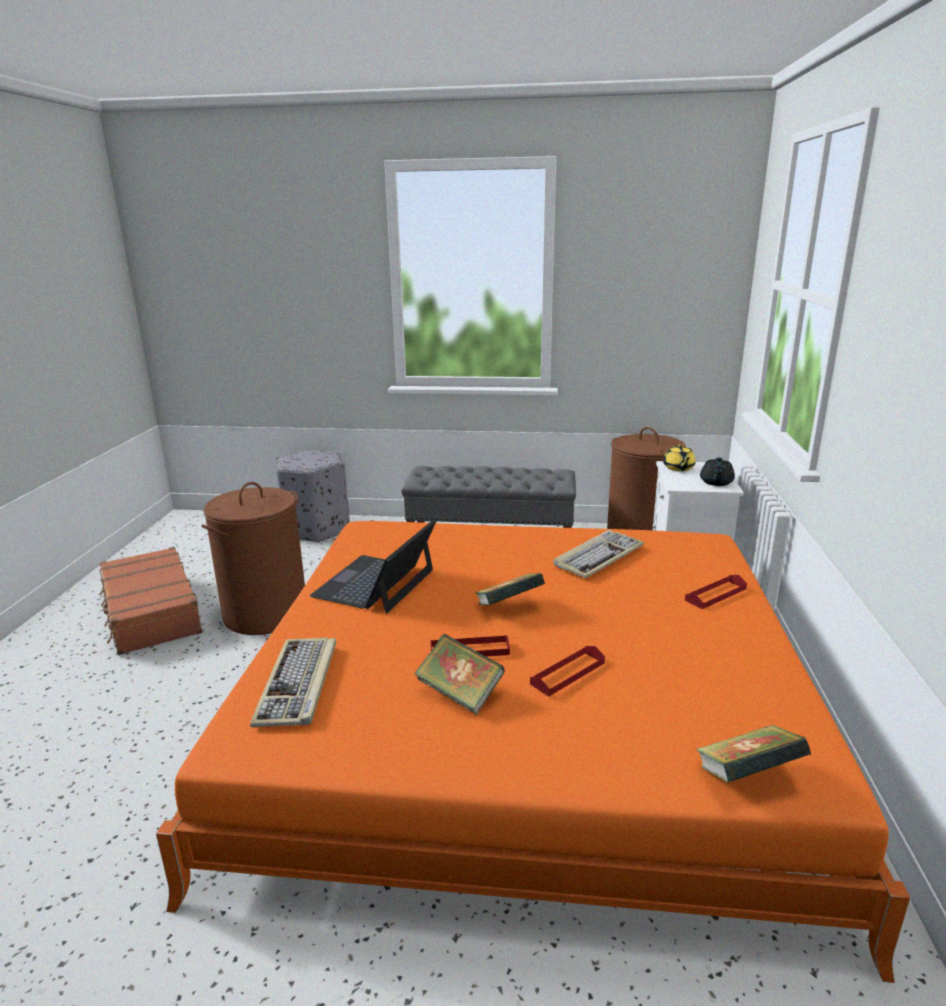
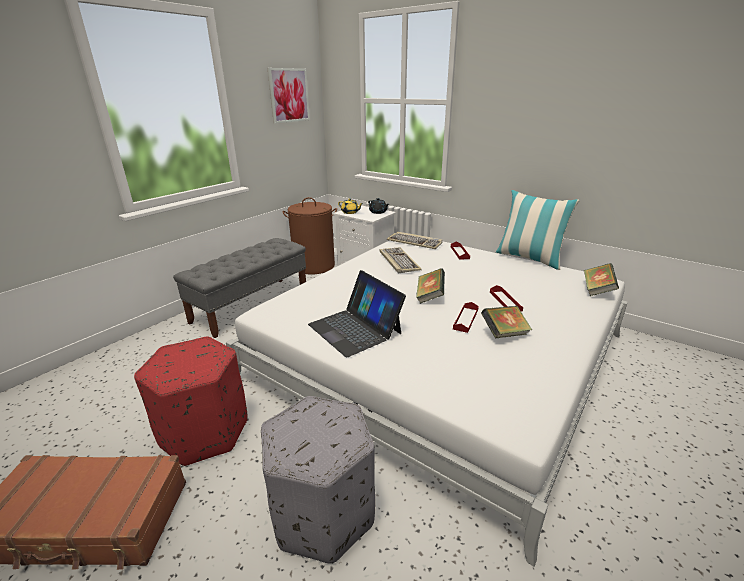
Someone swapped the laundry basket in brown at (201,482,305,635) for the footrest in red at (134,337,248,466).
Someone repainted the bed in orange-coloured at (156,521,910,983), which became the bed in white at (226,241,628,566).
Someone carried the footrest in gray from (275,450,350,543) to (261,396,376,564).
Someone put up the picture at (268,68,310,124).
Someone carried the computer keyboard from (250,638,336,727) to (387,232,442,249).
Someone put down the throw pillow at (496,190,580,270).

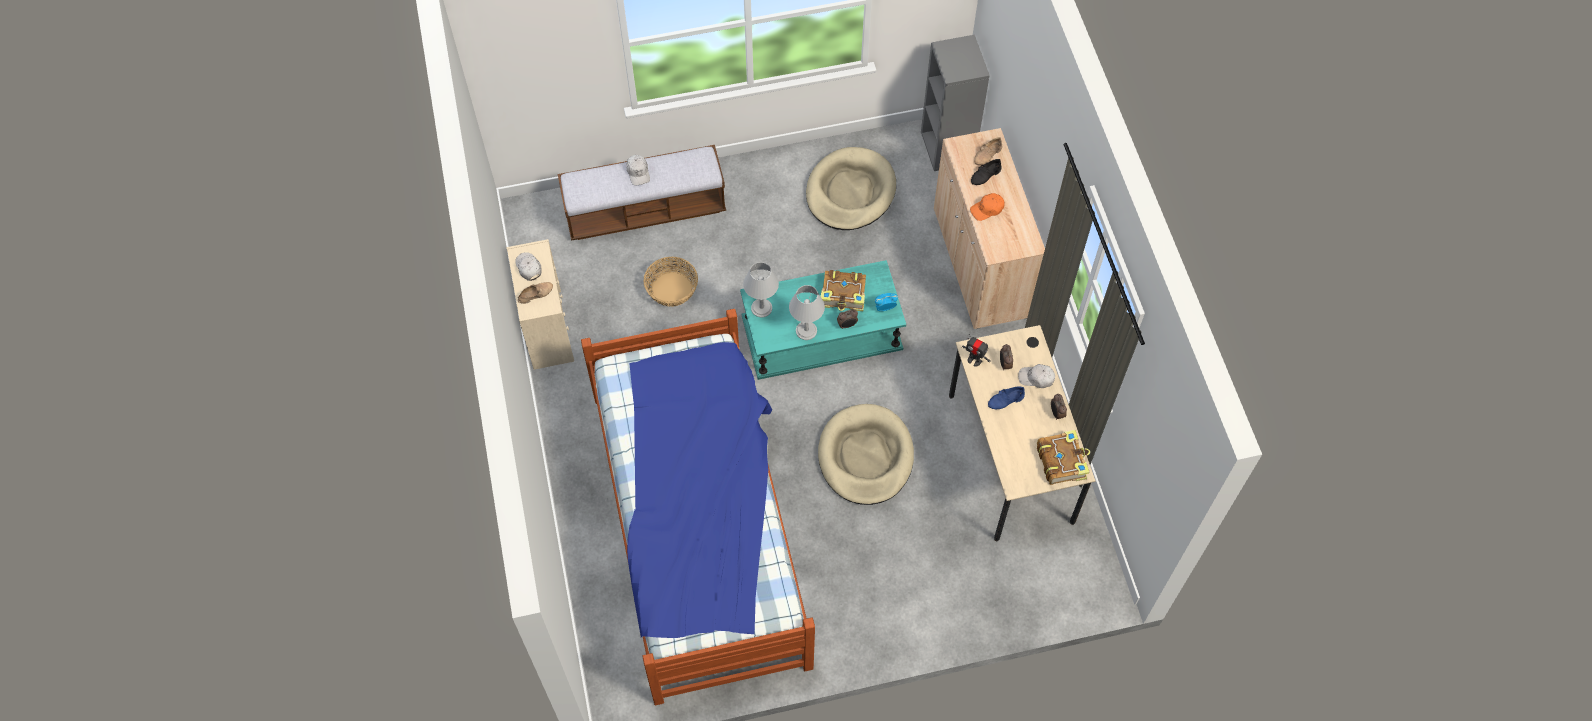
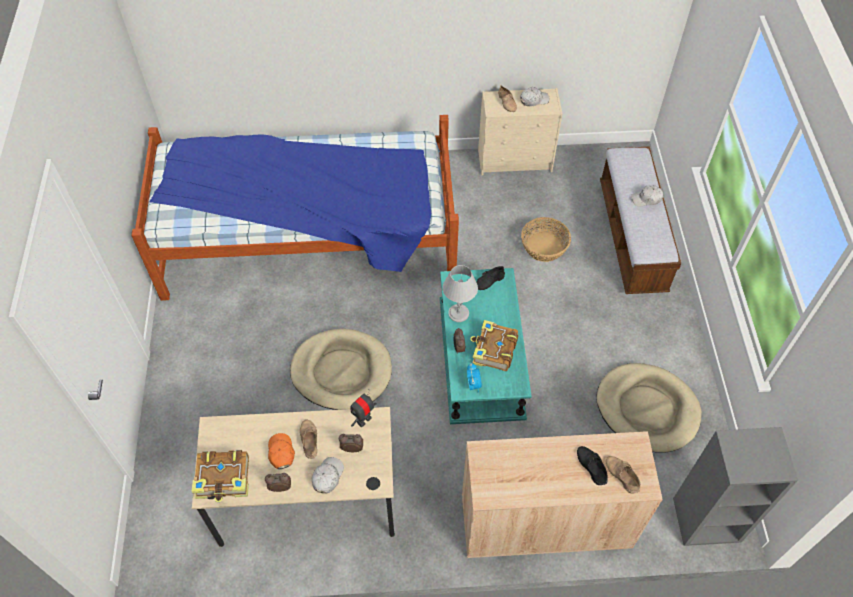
Someone carried the cap in orange-coloured from (970,193,1005,221) to (268,433,295,469).
Someone repainted the shoe in blue-coloured at (988,386,1025,409), which became the shoe in beige at (300,420,317,459).
Someone swapped the lamp for a table in gray at (743,262,779,317) for the shoe in blackish at (476,266,505,290).

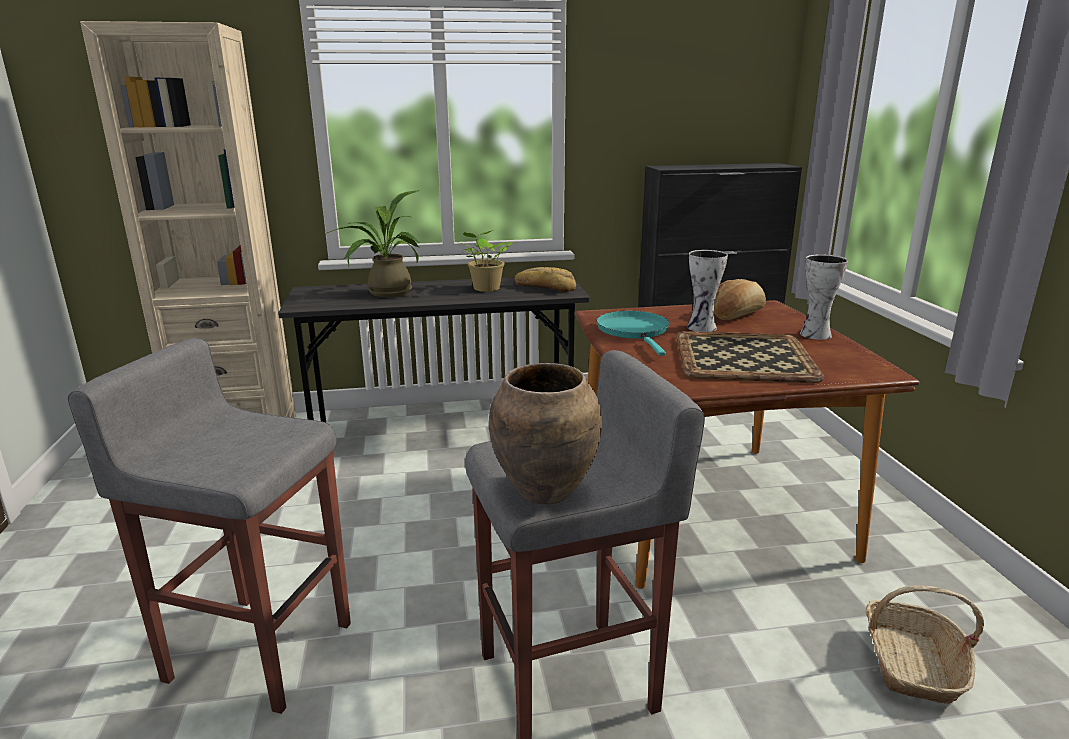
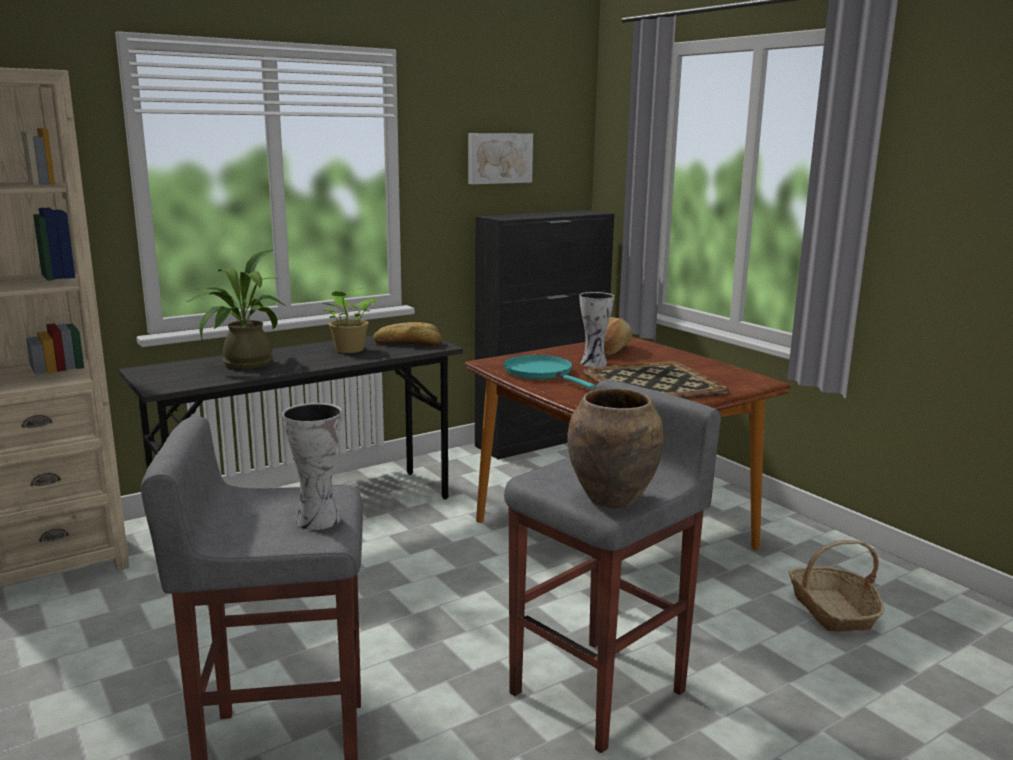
Someone carried the vase from (800,254,848,340) to (282,403,342,530).
Someone put up the picture at (468,133,533,184).

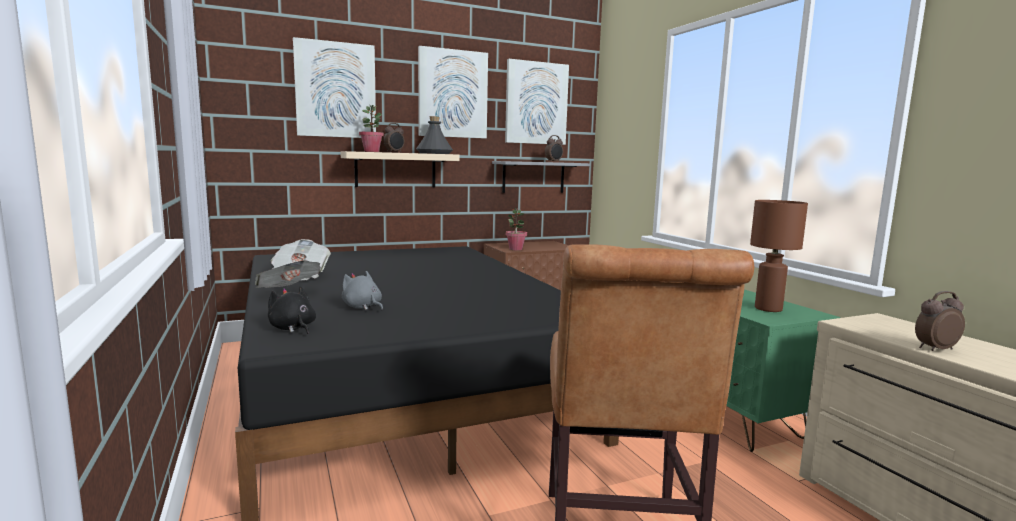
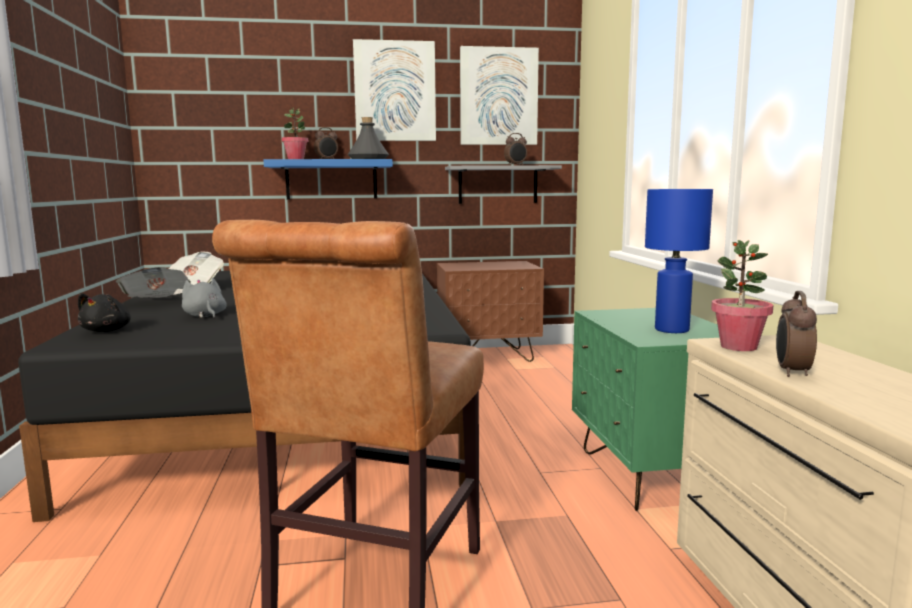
Someone rotated the cuddly toy in blackish at (268,286,316,334) by 150 degrees counterclockwise.
Someone repainted the shelf in beige at (341,151,460,187), which became the shelf in blue-coloured at (264,159,393,200).
Someone repainted the lamp for a table in brown at (750,200,808,312), which became the lamp for a table in blue-coloured at (645,189,713,333).
Someone carried the plant in a pot from (506,208,527,250) to (711,240,773,351).
Someone rotated the alarm clock at (915,291,965,351) by 75 degrees counterclockwise.
Someone took away the picture at (293,37,376,138).

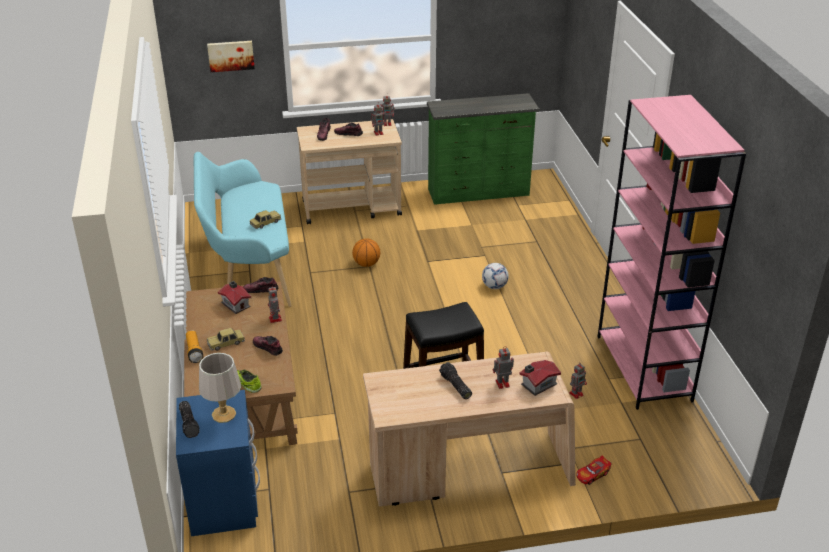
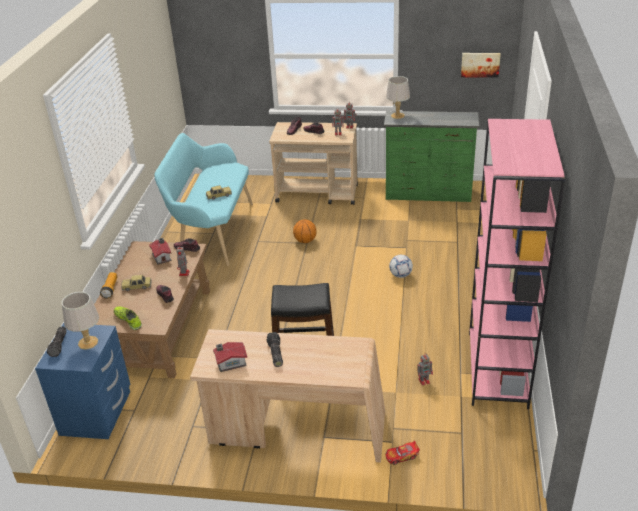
Someone carried the model house from (519,360,561,396) to (213,342,247,372).
Someone put down the lamp for a table in gray at (386,76,410,119).
Someone carried the picture from (207,41,255,72) to (461,53,501,78).
Someone took away the model robot at (493,346,514,389).

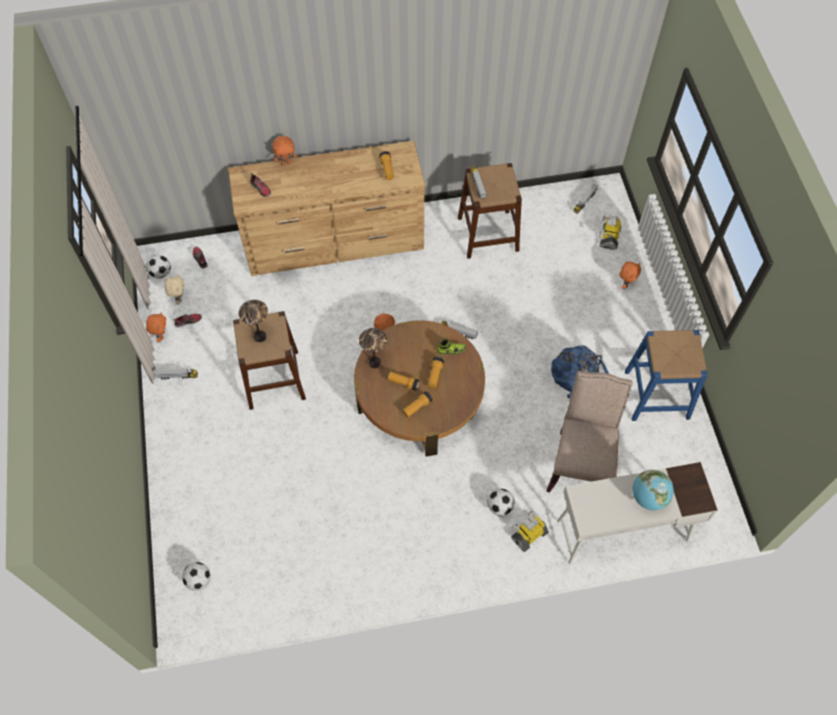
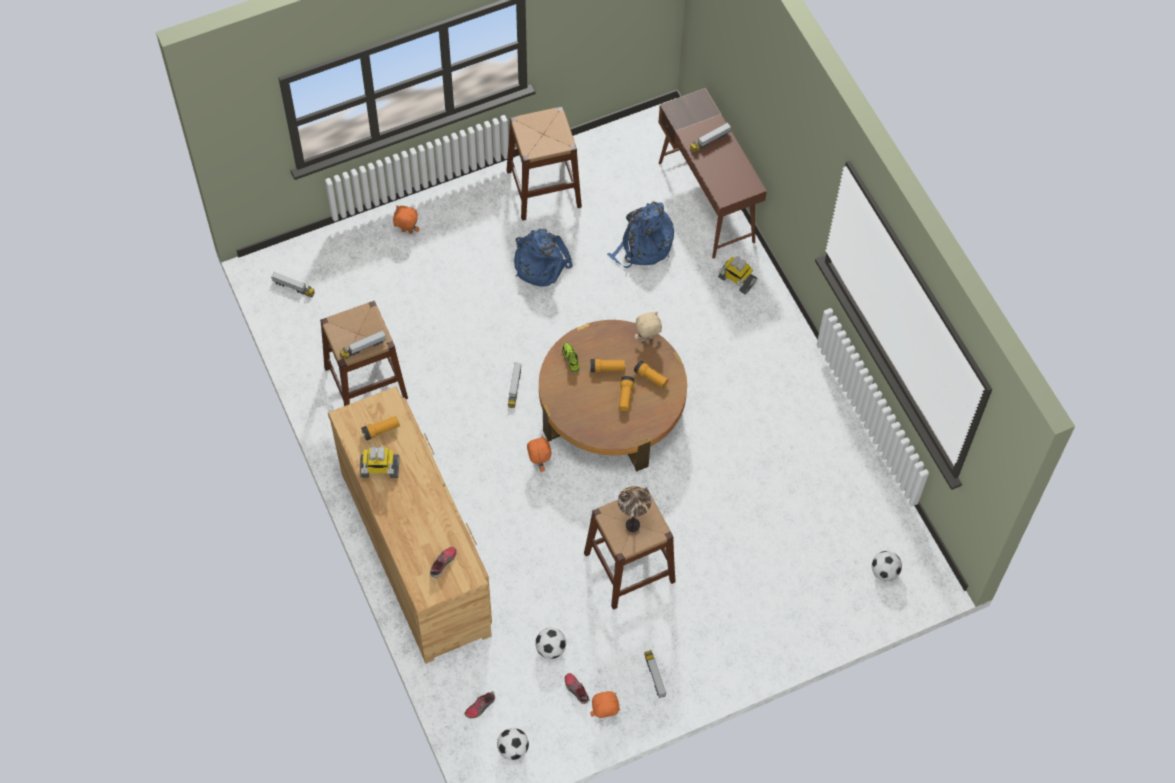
Someone carried the model robot from (599,215,621,250) to (360,447,399,478).
Someone repainted the stool seat in blue-coloured at (625,330,708,421), which became the stool seat in brown at (506,106,582,221).
Someone carried the football ball from (488,489,514,516) to (535,628,566,659).
Someone swapped the chair in beige at (547,371,633,492) for the rucksack in blue-coloured at (607,201,674,268).
Someone carried the cuddly toy in beige from (165,274,184,305) to (635,312,662,341).
Someone repainted the desk table in white at (557,462,718,564), which became the desk table in brown at (659,88,767,259).
Someone swapped the world globe at (632,470,674,510) for the toy lorry at (690,122,731,153).
Someone took away the cuddly toy in orange-coloured at (272,136,297,165).
Someone took away the lamp for a table at (359,328,387,368).

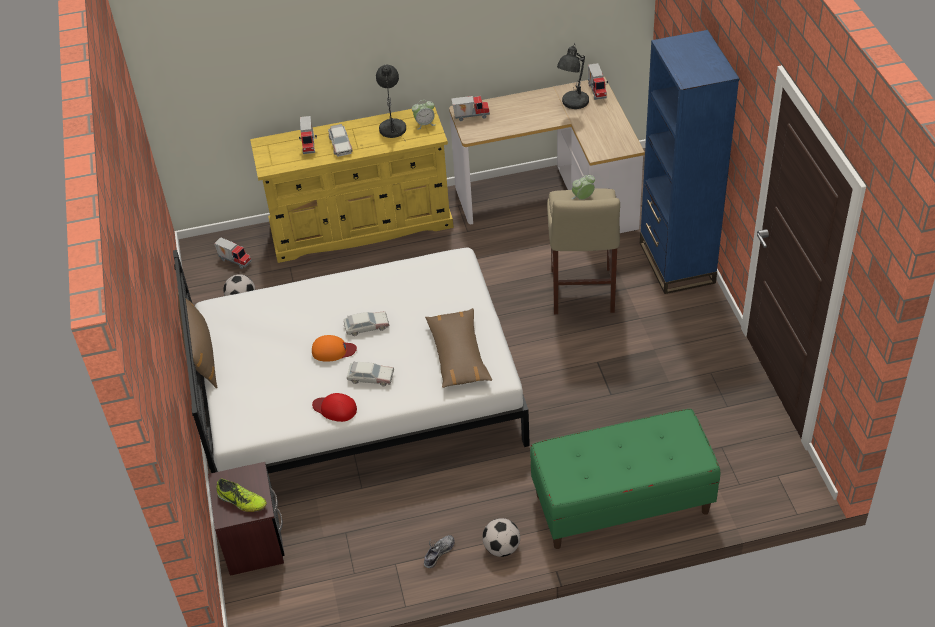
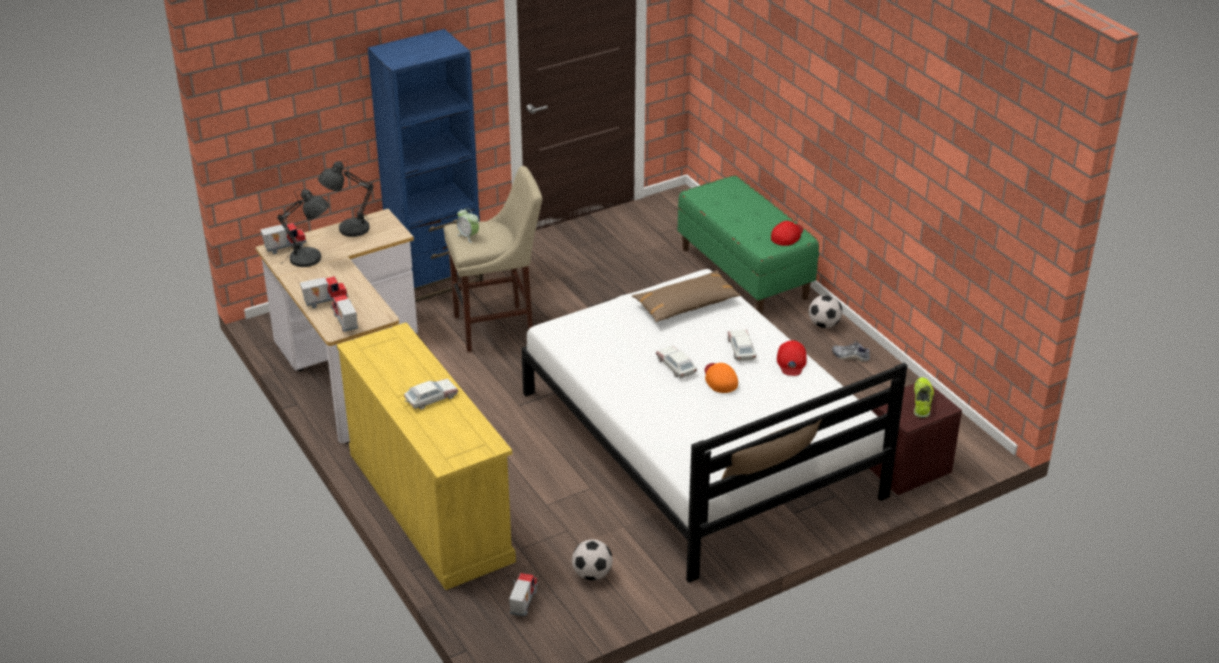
Someone carried the toy lorry from (299,116,317,154) to (300,276,348,309).
Someone carried the lamp for a table in gray from (376,65,406,140) to (318,160,374,237).
Someone put down the cap in red at (771,221,803,246).
Someone took away the alarm clock at (412,100,435,130).

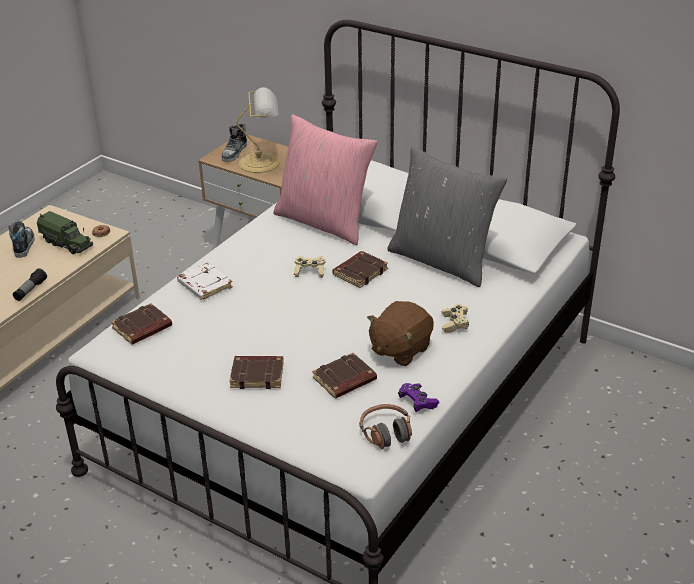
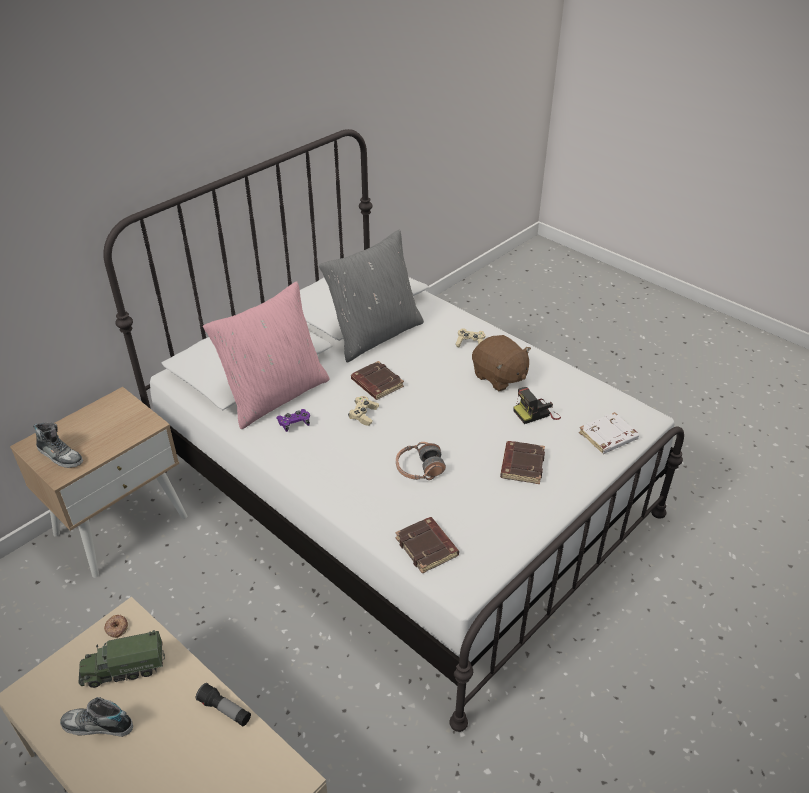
Someone rotated the toy lorry at (37,211,93,254) by 150 degrees counterclockwise.
Someone carried the game controller in purplish from (398,383,439,412) to (276,409,310,432).
Someone carried the headphones from (359,404,412,449) to (396,442,446,480).
Someone swapped the bound book in brown at (312,353,377,398) for the photo camera at (513,387,561,424).
Someone carried the bound book in white from (177,263,233,300) to (579,412,639,454).
Someone took away the lamp for a table at (236,87,280,173).

